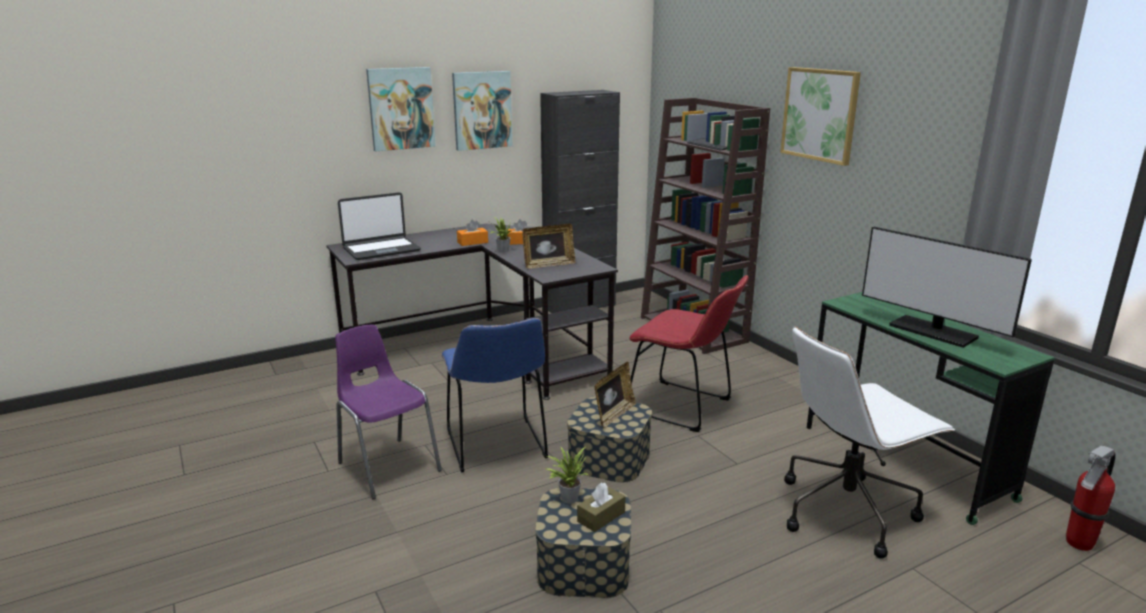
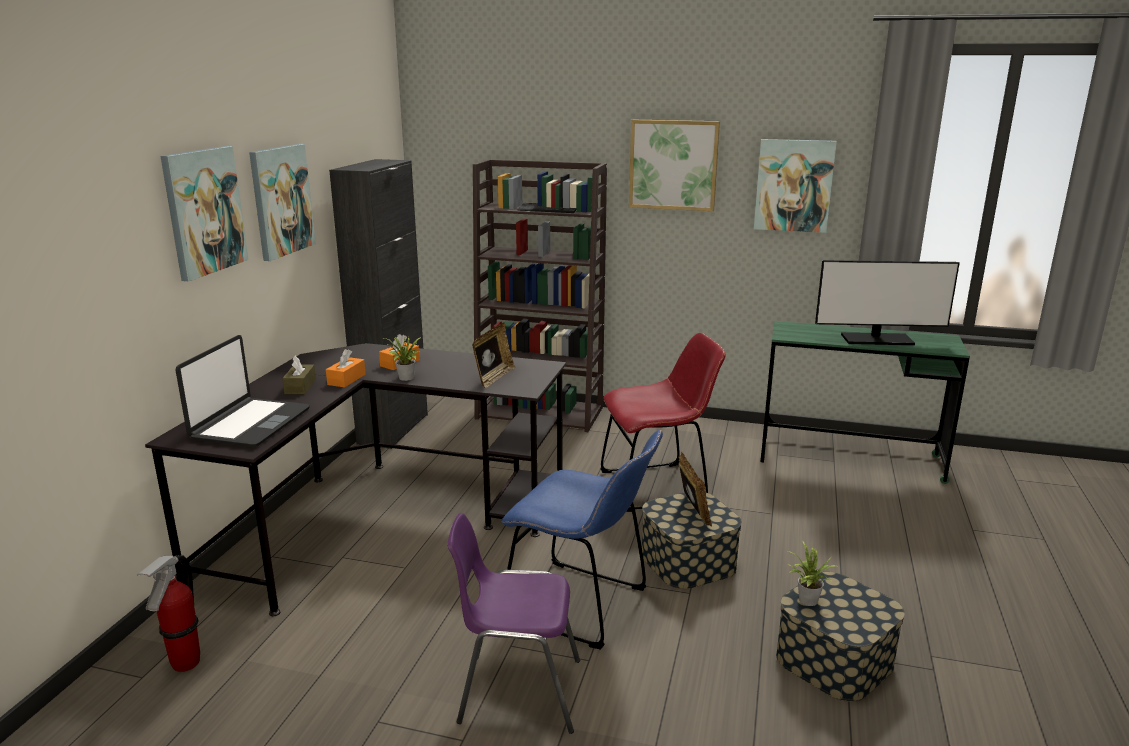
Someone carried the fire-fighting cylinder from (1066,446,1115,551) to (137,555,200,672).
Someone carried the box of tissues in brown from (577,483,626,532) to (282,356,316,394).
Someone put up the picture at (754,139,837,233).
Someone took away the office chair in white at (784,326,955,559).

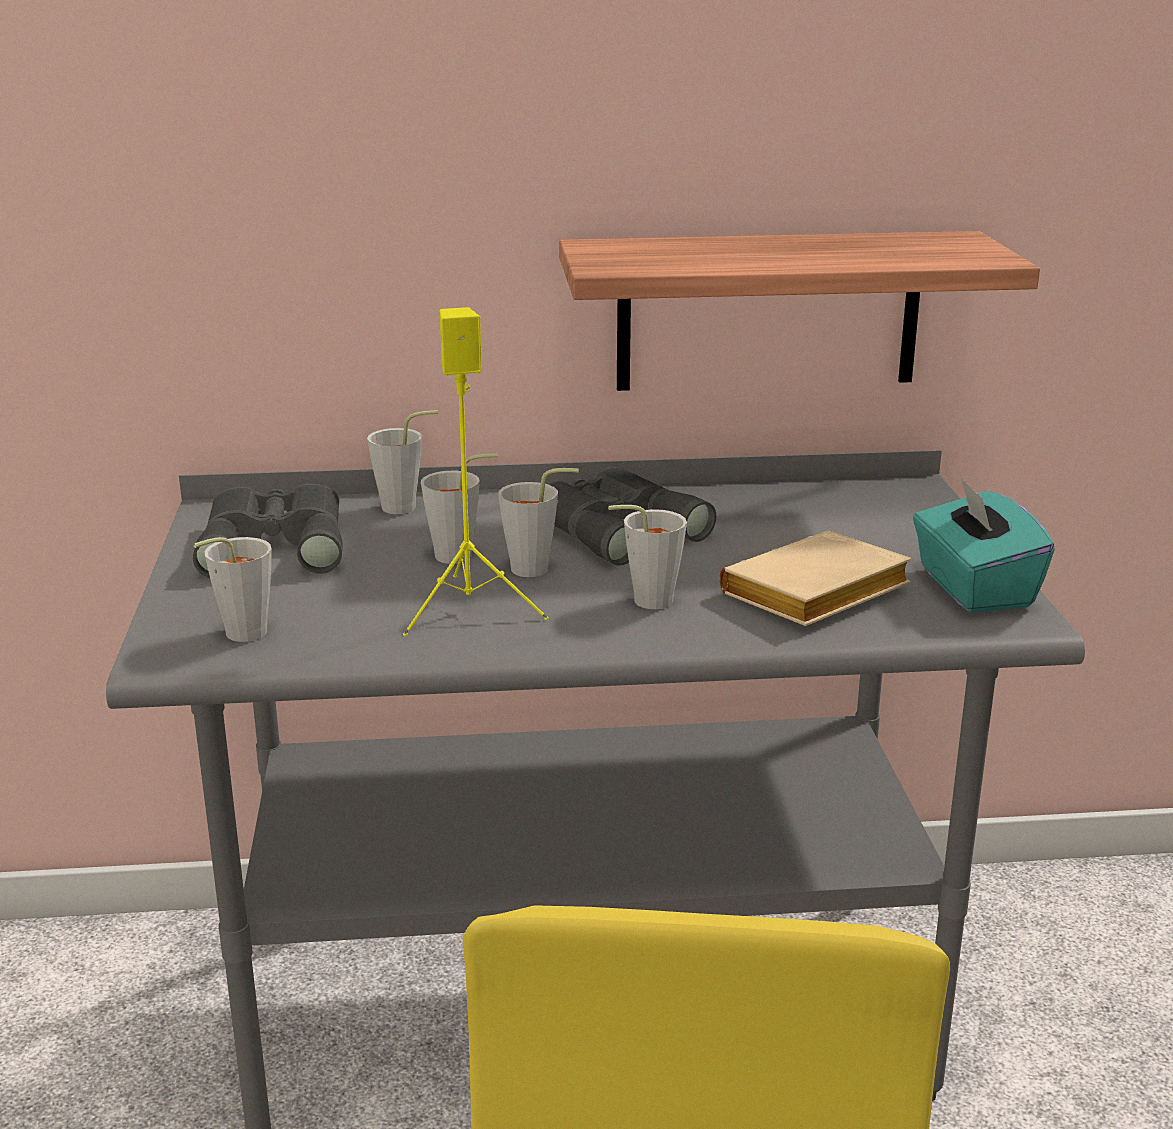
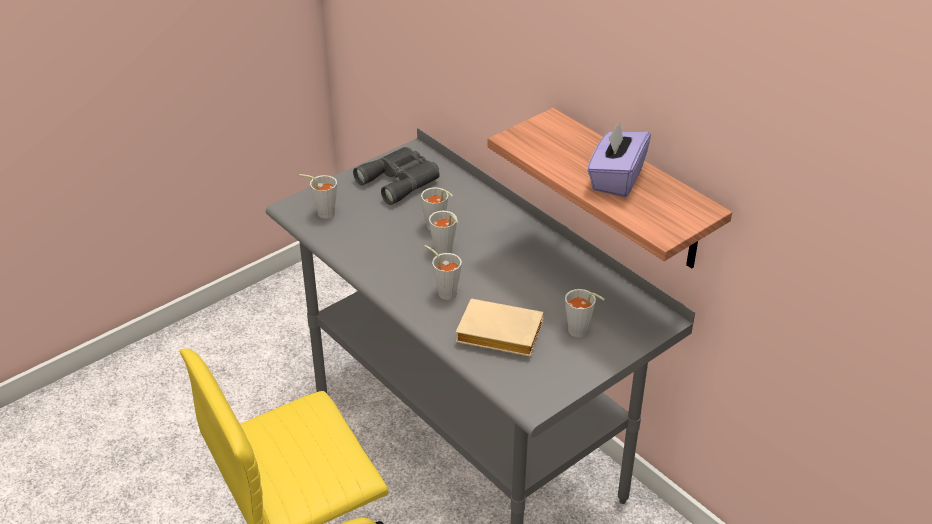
Someone carried the cup in gray from (367,410,438,514) to (565,289,605,337).
Someone put down the box of tissues in purplish at (587,121,651,197).
Someone took away the speaker in yellow at (403,307,549,636).
Someone took away the binoculars in gray at (548,467,716,566).
Someone took away the box of tissues in blue-green at (913,477,1055,612).

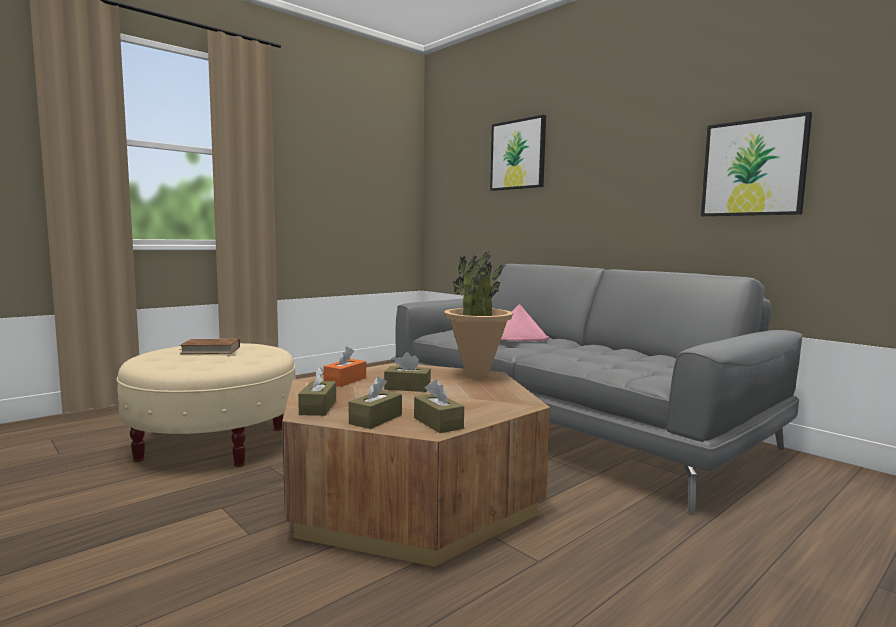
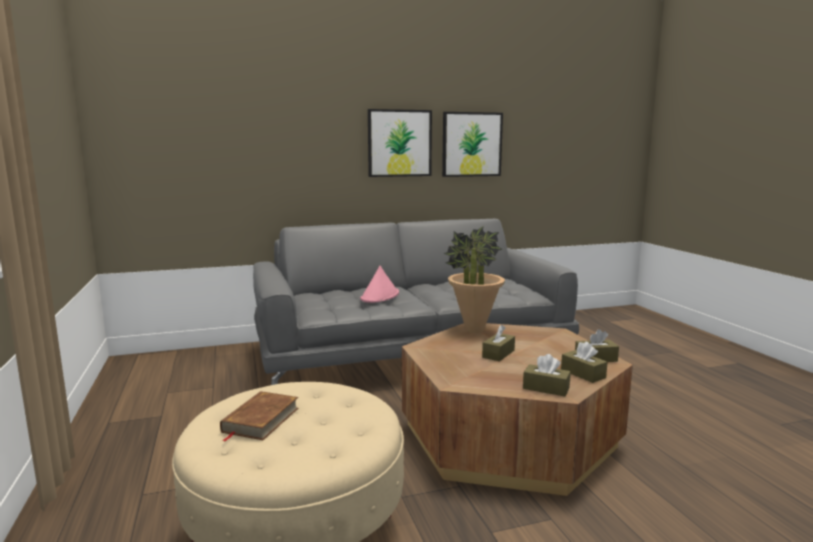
Someone carried the picture from (490,115,546,191) to (368,109,432,177).
Someone took away the box of tissues in orange-coloured at (323,346,366,387).

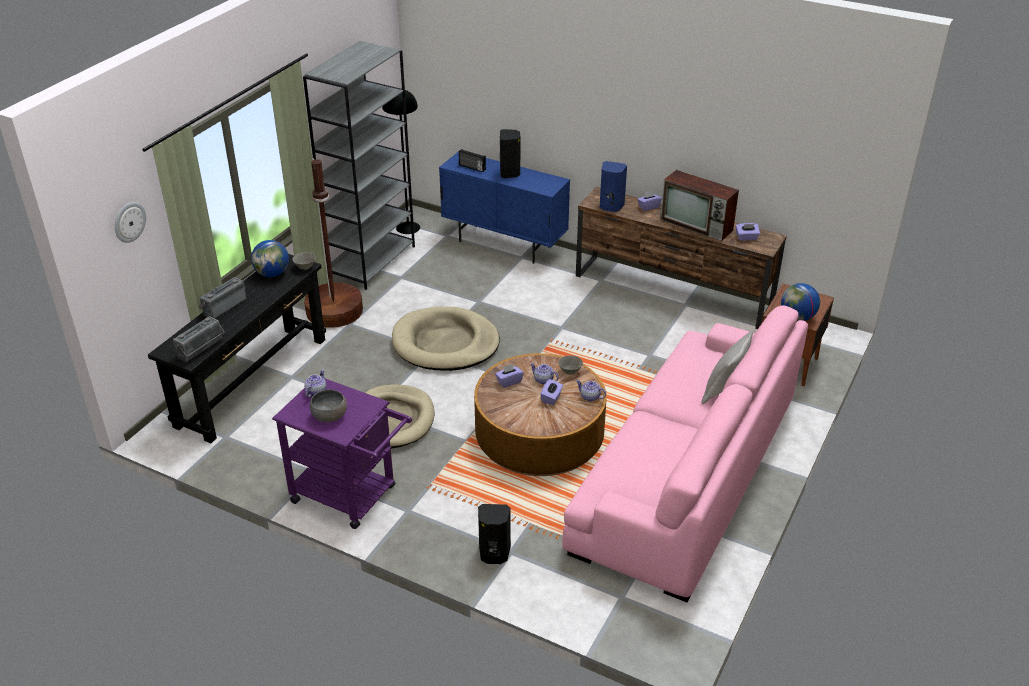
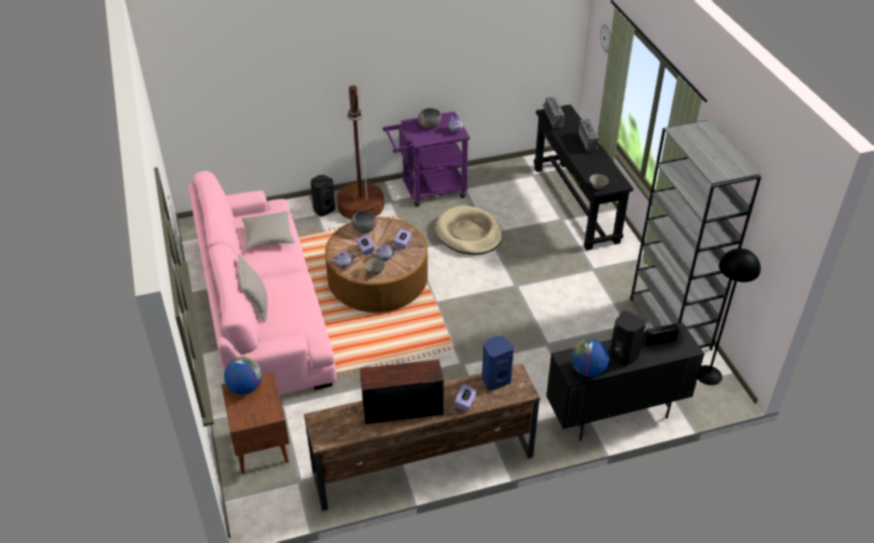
Someone put down the throw pillow in gray at (242,211,295,248).
Someone carried the standard lamp in brown from (304,158,363,328) to (337,86,384,220).
Someone put down the bowl in gray at (352,211,376,233).
Someone repainted the storage cabinet in blue-coloured at (439,151,570,264), which became the storage cabinet in blackish at (546,323,705,441).
Someone carried the world globe from (251,240,289,277) to (571,339,609,377).
Someone took away the dog bed in beige at (392,306,500,371).
Someone took away the box of tissues in purplish at (736,223,760,241).

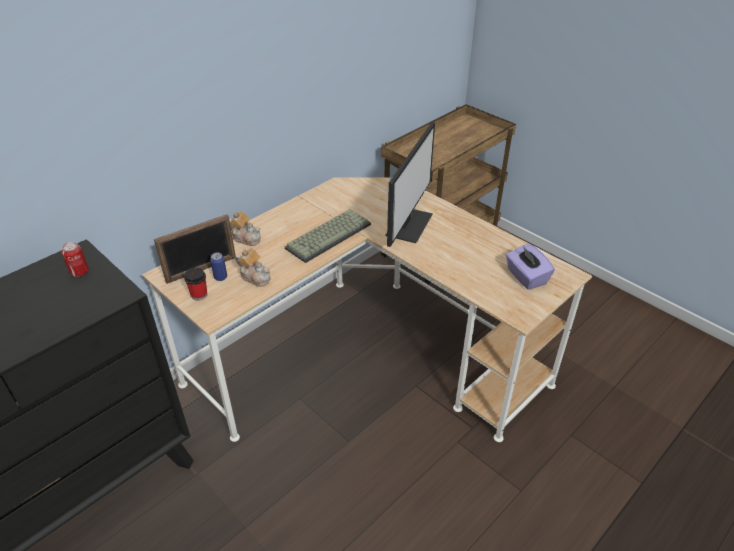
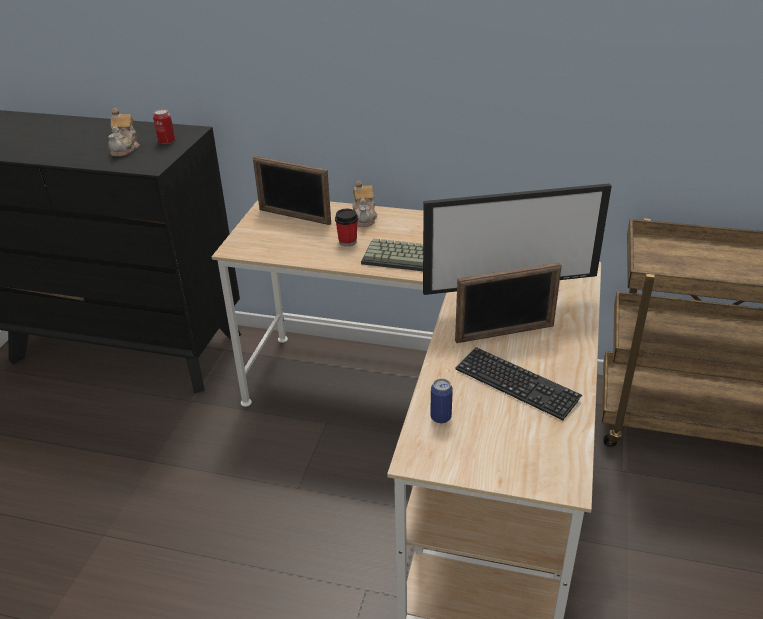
Someone carried the teapot from (235,248,271,287) to (108,108,140,157).
Someone carried the cup from (184,267,207,301) to (335,209,358,246).
Someone carried the sealed can from (210,253,227,281) to (430,379,453,423).
Someone put down the photo frame at (455,262,562,343).
Someone put down the computer keyboard at (456,347,582,420).
Someone took away the box of tissues in purplish at (506,243,555,290).

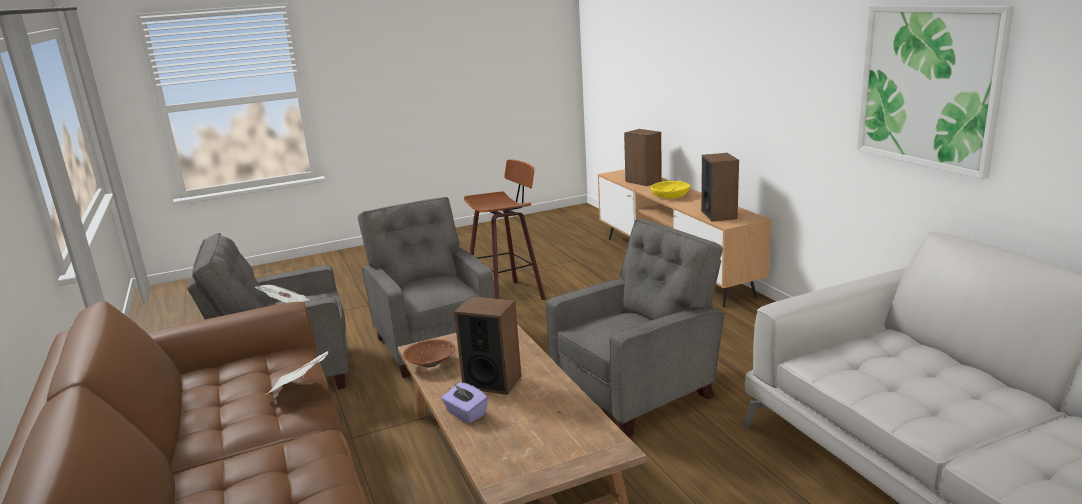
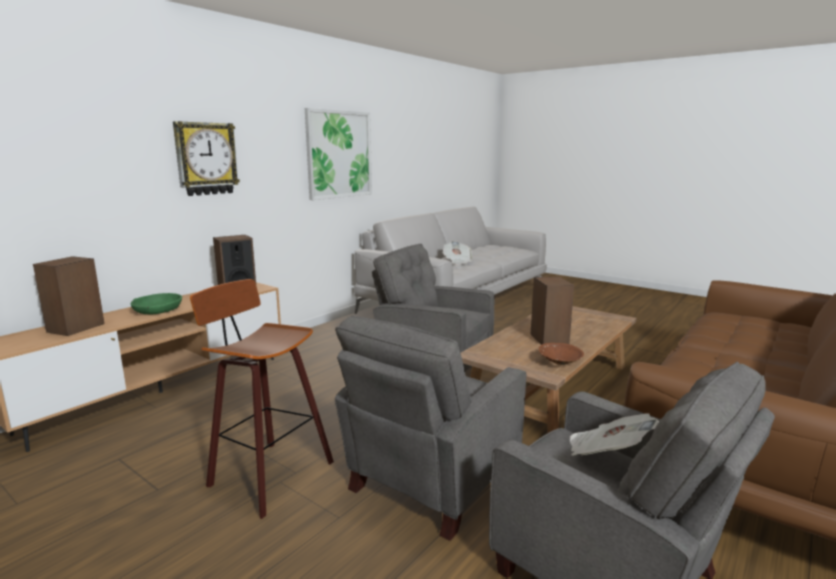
Someone repainted the bowl in yellow at (651,181,690,199), which became the bowl in green-coloured at (131,293,182,314).
Someone put up the clock on the wall at (173,121,240,196).
Someone carried the daily paper from (265,350,329,395) to (443,241,472,265).
Someone took away the box of tissues in purplish at (442,383,488,424).

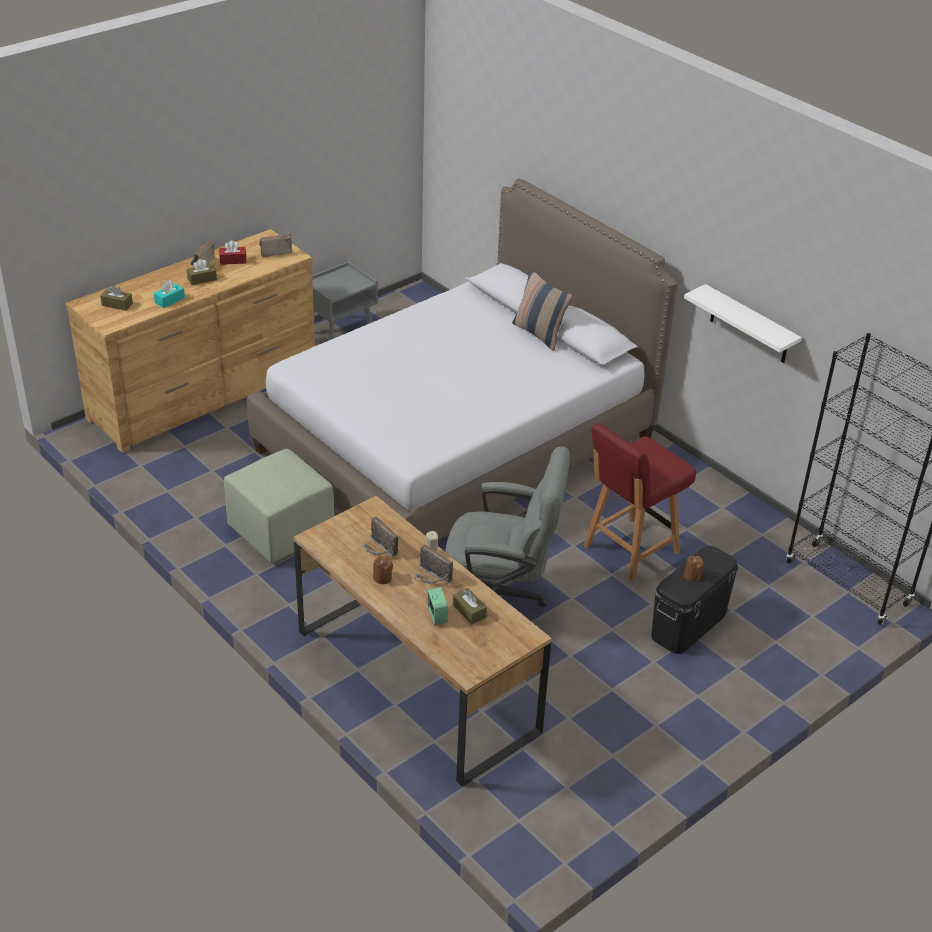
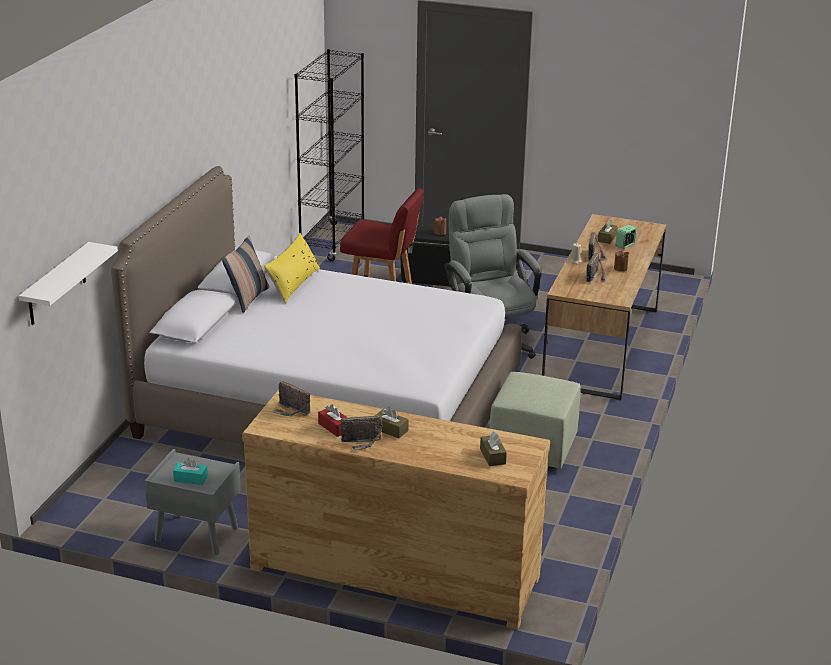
Someone carried the shelf in white from (684,284,802,363) to (19,242,118,325).
Someone carried the box of tissues in blue-green from (154,280,185,308) to (173,458,208,485).
Someone put down the throw pillow in yellow at (264,233,320,303).

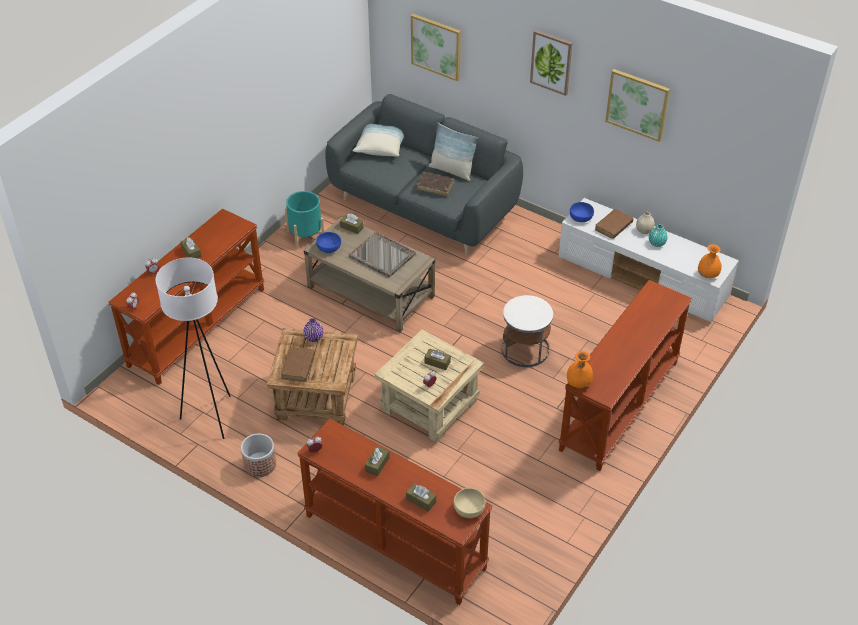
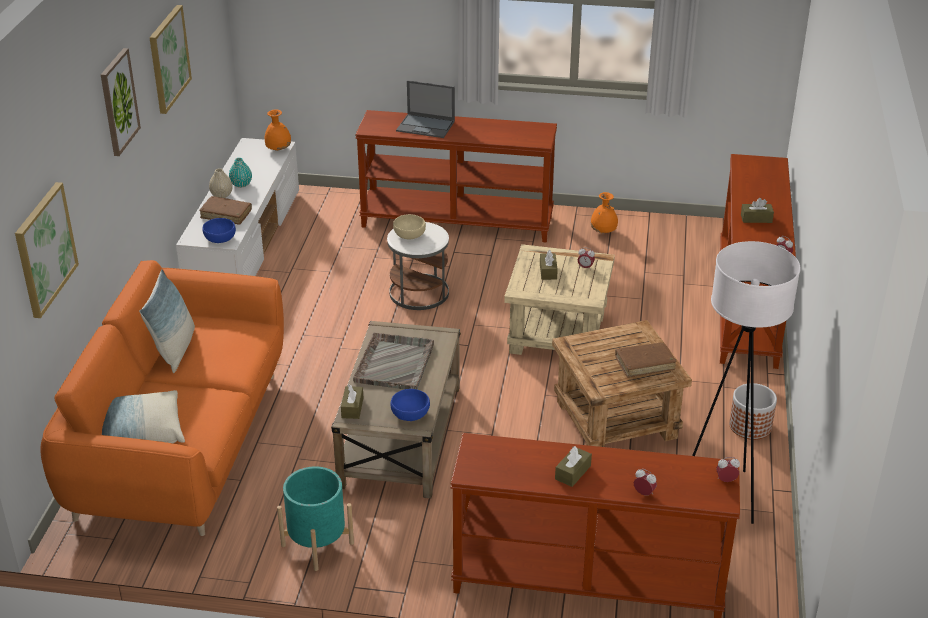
Someone repainted the settee in gray at (325,94,523,255), which became the settee in orange-coloured at (41,260,284,536).
Someone carried the bowl in beige from (454,488,486,518) to (393,214,426,239).
Someone put down the laptop at (396,80,455,138).
Someone carried the vase in orange-coloured from (567,351,593,388) to (591,192,618,234).
Someone took away the vase in purplish at (303,318,323,342).
Someone took away the box of tissues in brown at (406,483,436,512).
Someone took away the bound book in brown at (416,172,454,196).

